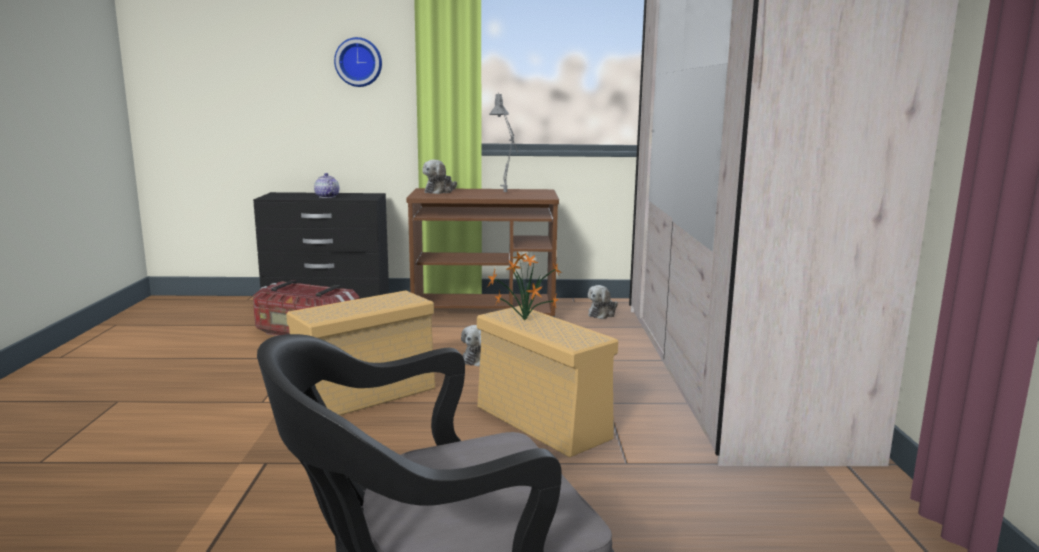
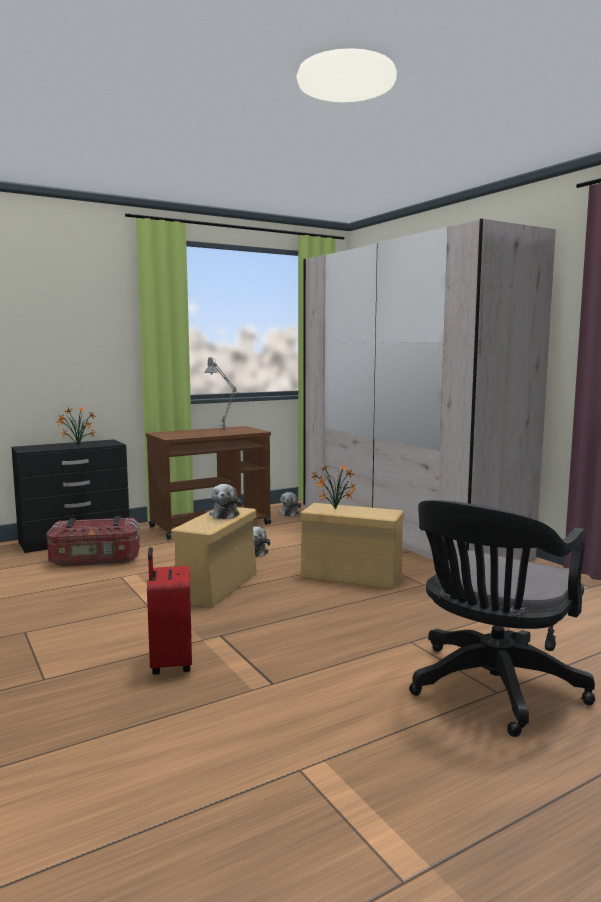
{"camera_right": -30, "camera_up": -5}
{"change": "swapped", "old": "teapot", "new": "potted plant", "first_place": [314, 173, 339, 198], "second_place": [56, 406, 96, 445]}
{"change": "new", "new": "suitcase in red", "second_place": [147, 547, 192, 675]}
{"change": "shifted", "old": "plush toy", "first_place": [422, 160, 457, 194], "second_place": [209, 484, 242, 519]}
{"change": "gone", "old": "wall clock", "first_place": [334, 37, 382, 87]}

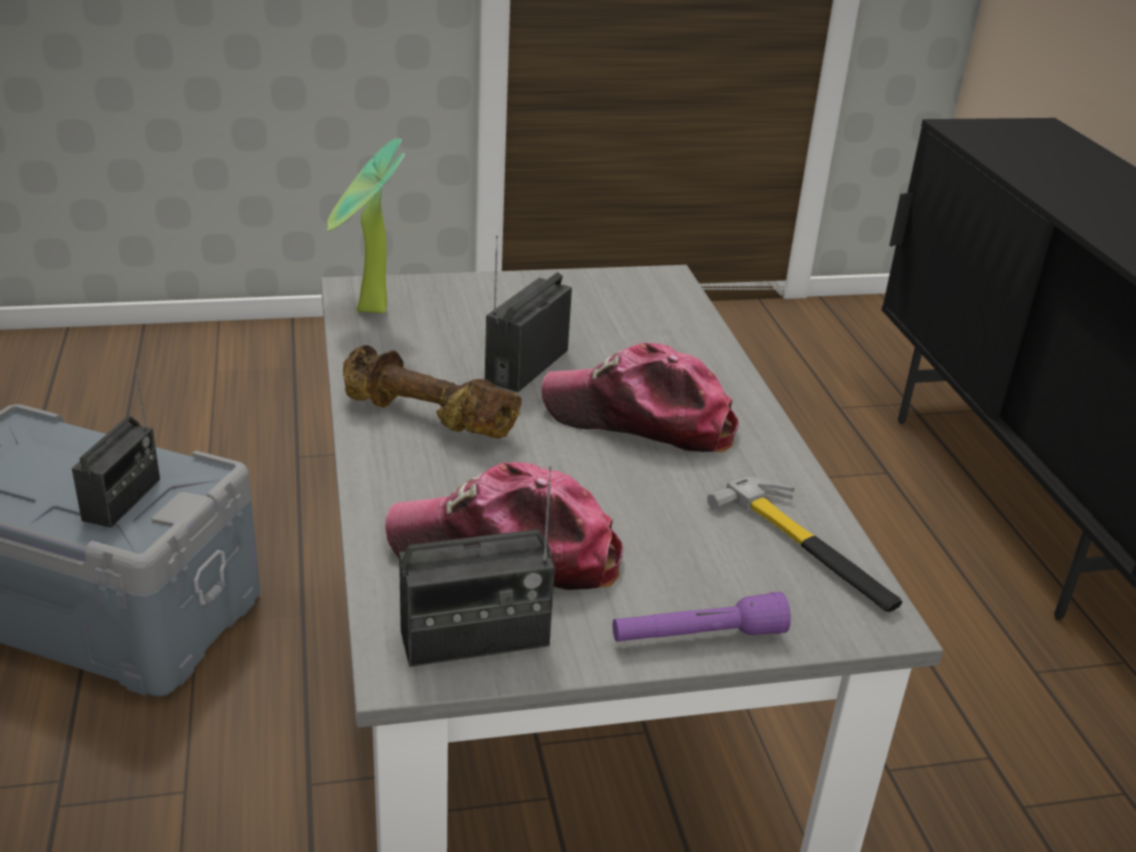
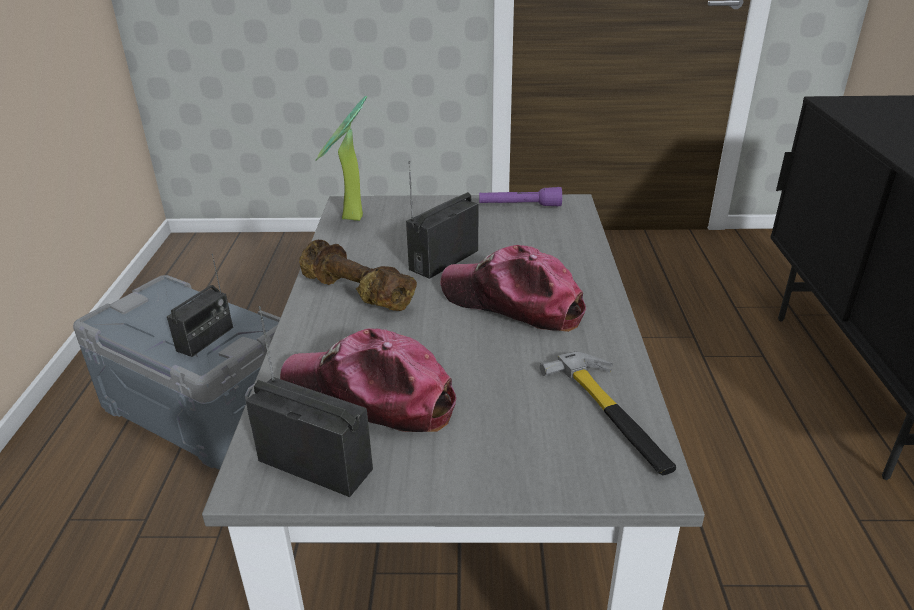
{"camera_right": 15, "camera_up": 0}
{"change": "rotated", "old": "radio", "first_place": [399, 466, 555, 667], "second_place": [246, 306, 373, 497], "degrees": -150}
{"change": "shifted", "old": "flashlight in purple", "first_place": [613, 592, 791, 642], "second_place": [479, 187, 562, 207]}

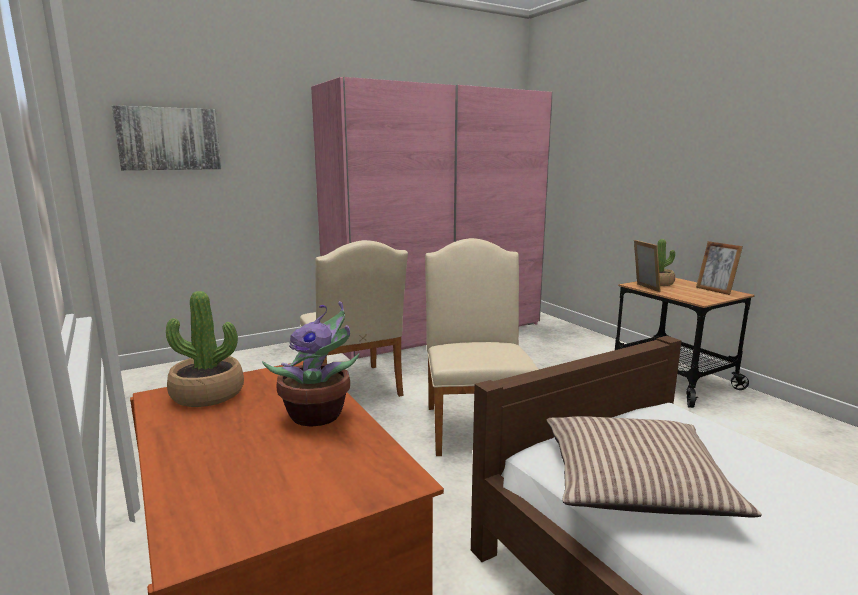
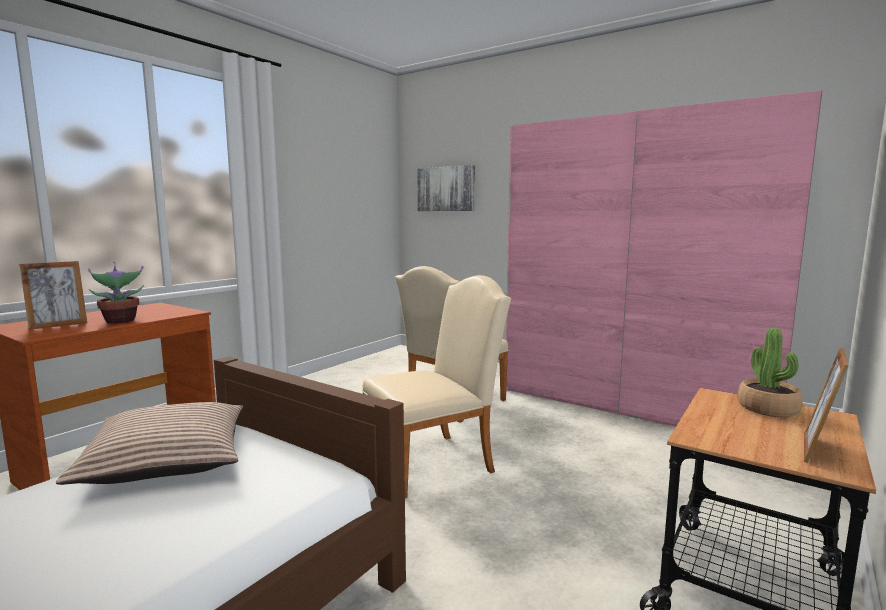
{"camera_right": 65, "camera_up": -5}
{"change": "shifted", "old": "picture frame", "first_place": [634, 240, 661, 292], "second_place": [19, 261, 87, 330]}
{"change": "gone", "old": "potted plant", "first_place": [166, 291, 244, 407]}

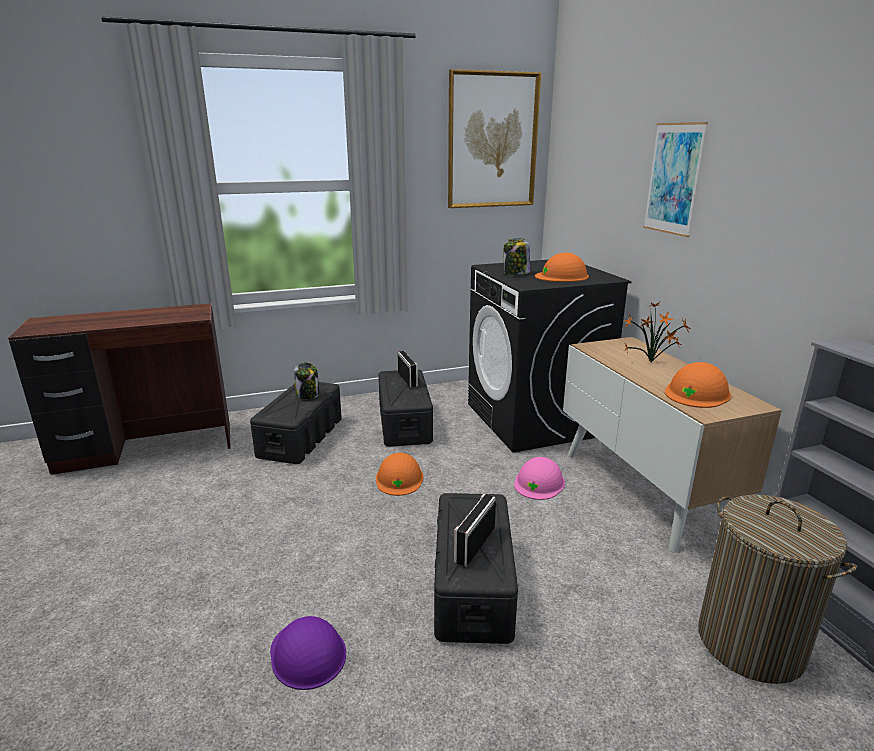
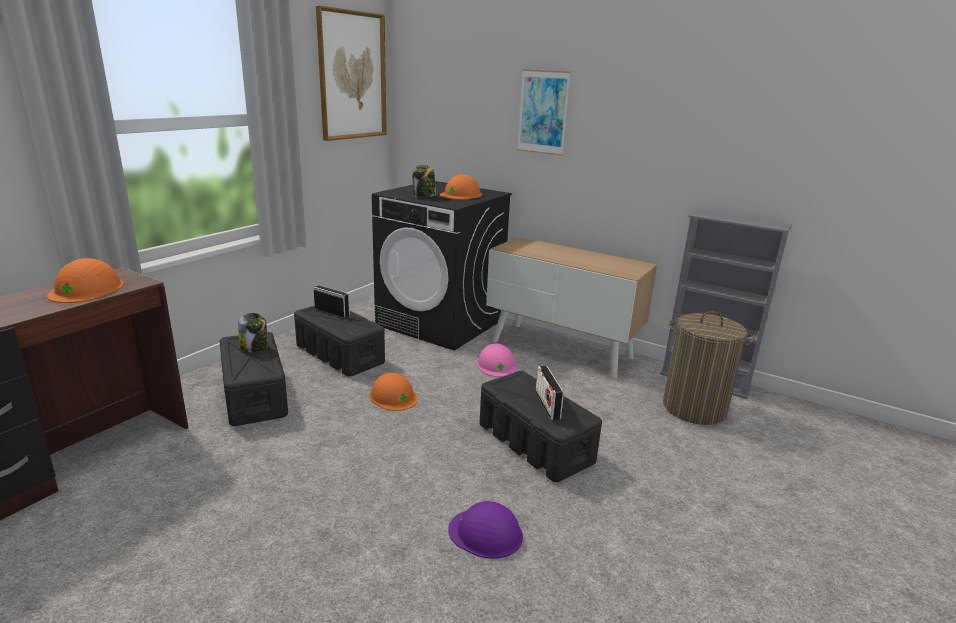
{"camera_right": -40, "camera_up": 0}
{"change": "shifted", "old": "hard hat in orange", "first_place": [665, 362, 731, 408], "second_place": [47, 258, 124, 303]}
{"change": "gone", "old": "potted plant", "first_place": [623, 302, 691, 362]}

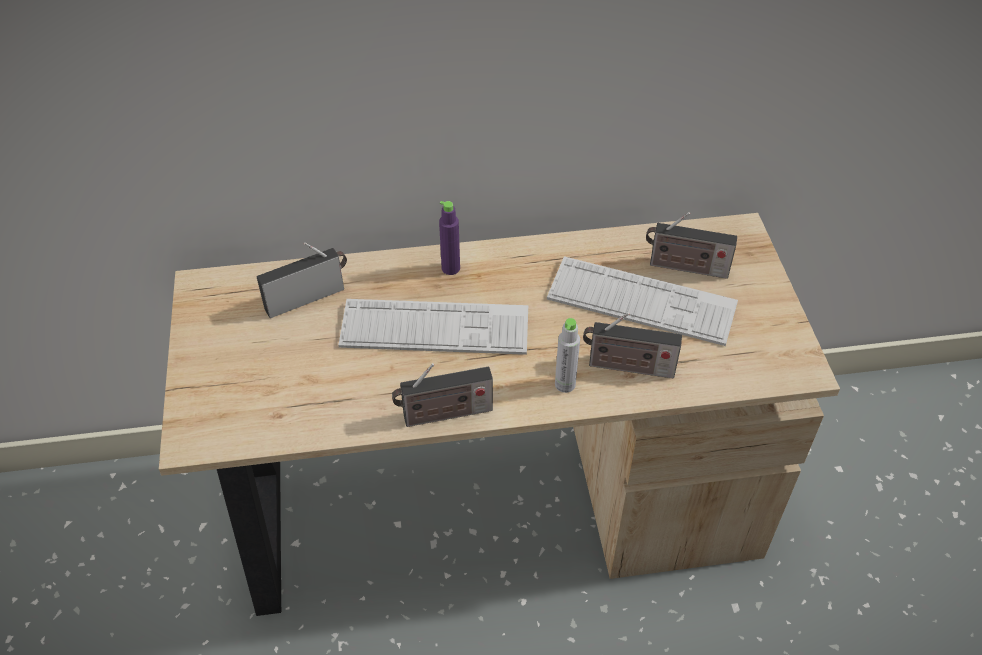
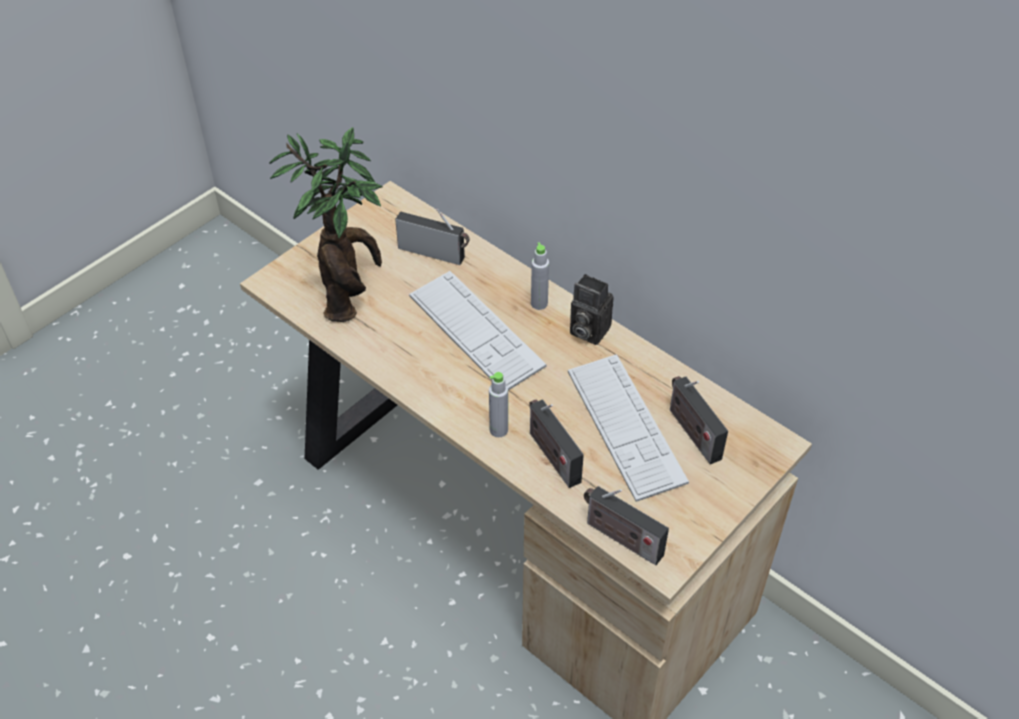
{"camera_right": 50, "camera_up": 0}
{"change": "new", "new": "potted plant", "second_place": [269, 127, 383, 322]}
{"change": "repainted", "old": "bottle in purple", "new": "bottle in grey", "first_place": [439, 201, 460, 275], "second_place": [531, 242, 549, 310]}
{"change": "new", "new": "photo camera", "second_place": [570, 274, 613, 345]}
{"change": "shifted", "old": "radio", "first_place": [392, 363, 493, 427], "second_place": [584, 486, 669, 565]}

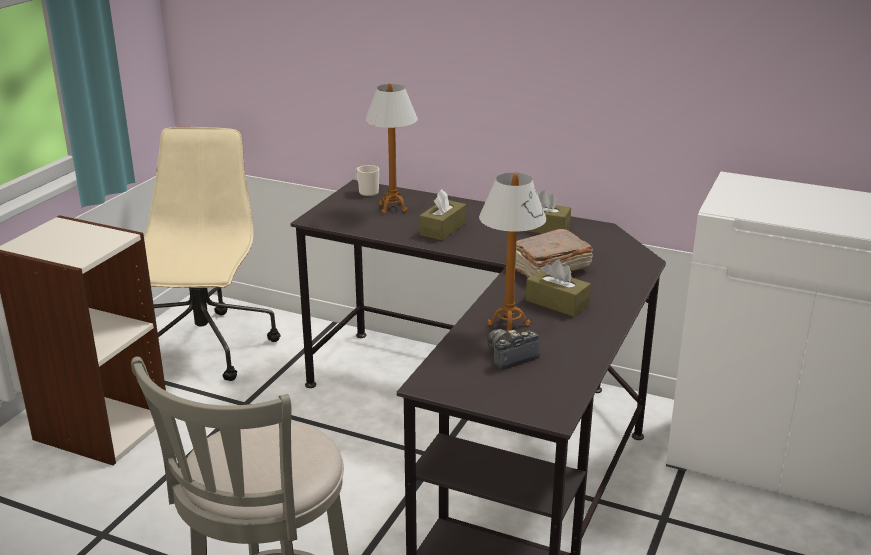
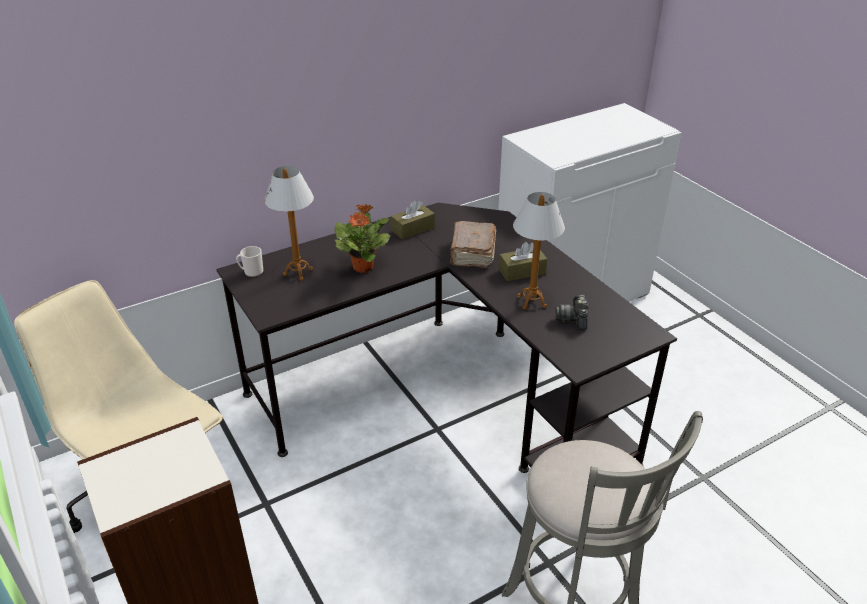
{"camera_right": -55, "camera_up": 10}
{"change": "swapped", "old": "tissue box in brown", "new": "potted plant", "first_place": [420, 190, 466, 240], "second_place": [335, 204, 390, 273]}

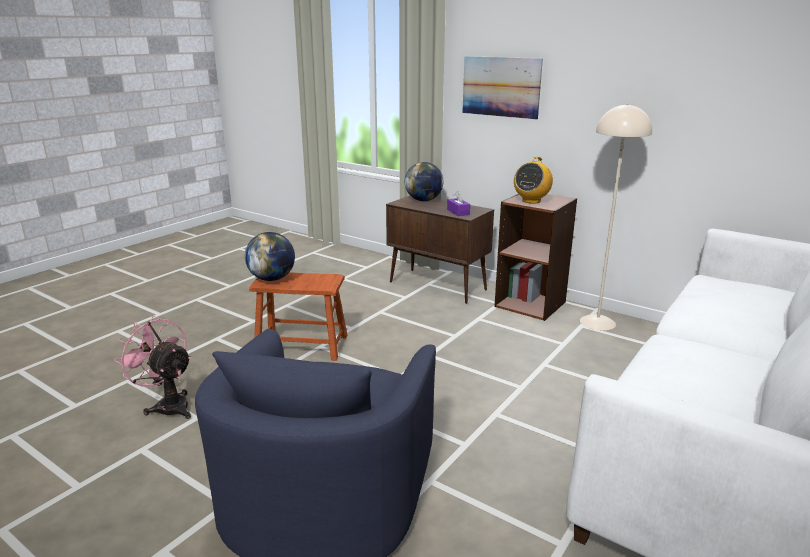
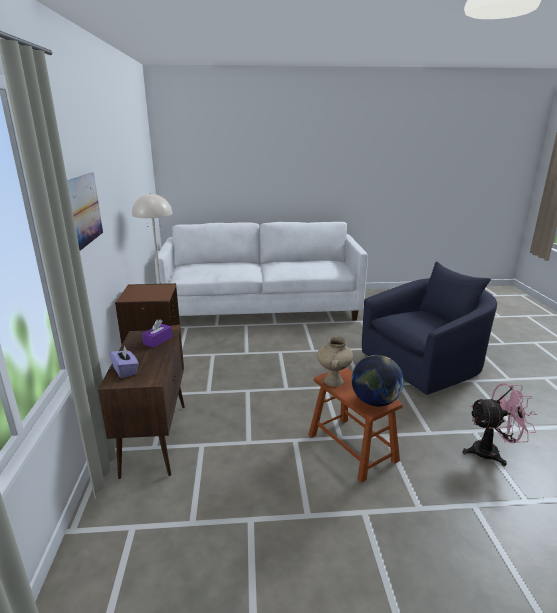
{"camera_right": -130, "camera_up": 0}
{"change": "swapped", "old": "globe", "new": "tissue box in purple", "first_place": [405, 162, 444, 201], "second_place": [109, 345, 139, 378]}
{"change": "new", "new": "vase in beige", "second_place": [317, 336, 353, 387]}
{"change": "rotated", "old": "fan in pink", "first_place": [114, 316, 191, 419], "second_place": [463, 383, 537, 466], "degrees": -90}
{"change": "gone", "old": "radio", "first_place": [514, 157, 553, 204]}

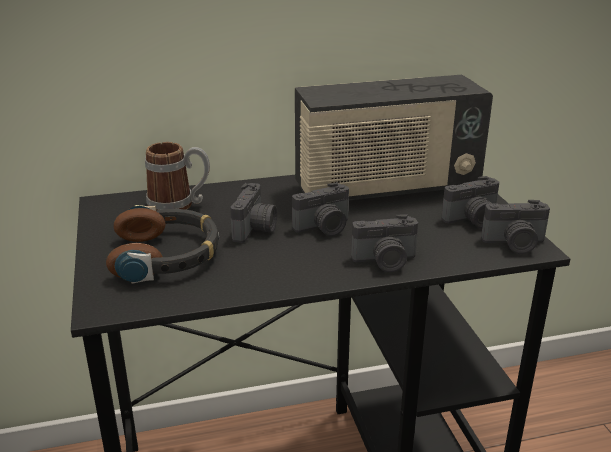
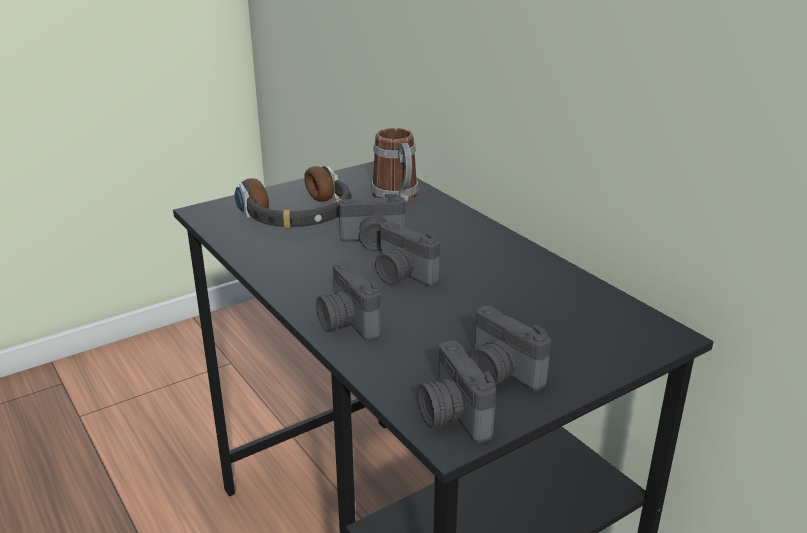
{"camera_right": 70, "camera_up": 0}
{"change": "gone", "old": "radio", "first_place": [295, 75, 493, 200]}

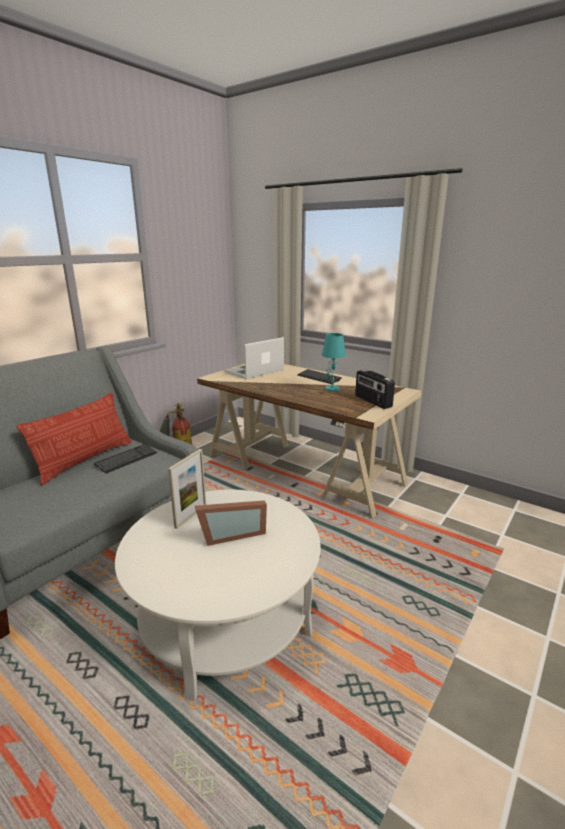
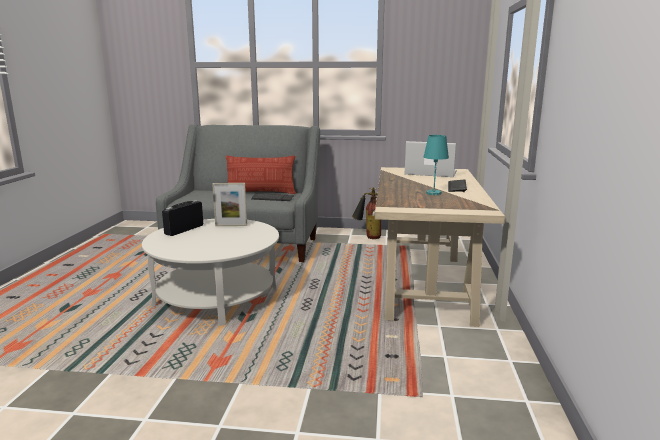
{"camera_right": 60, "camera_up": -5}
{"change": "shifted", "old": "radio", "first_place": [355, 370, 395, 409], "second_place": [162, 200, 203, 236]}
{"change": "gone", "old": "picture frame", "first_place": [195, 500, 267, 546]}

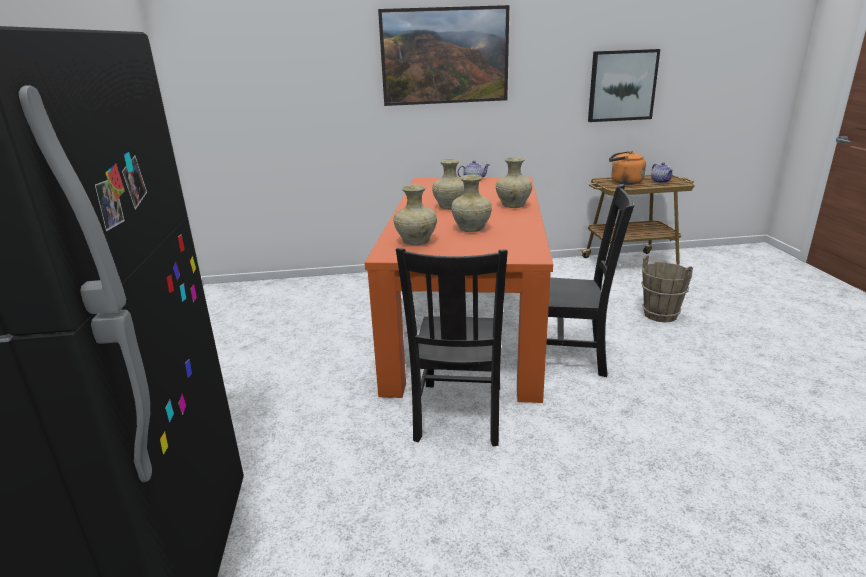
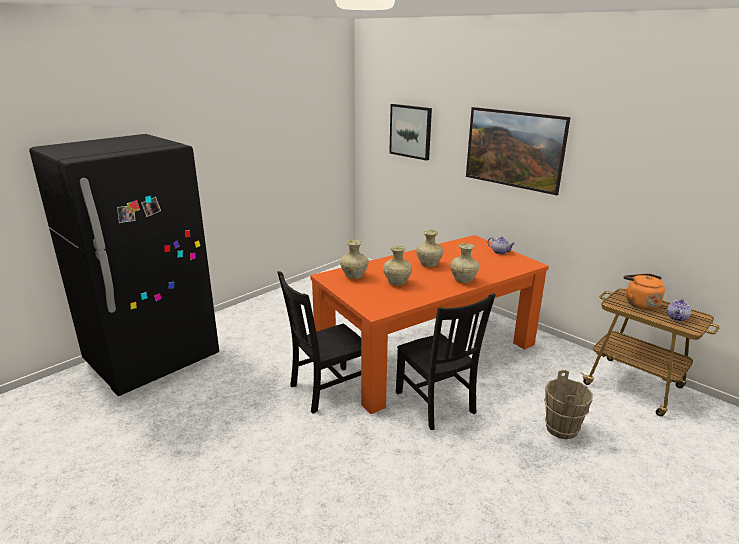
{"camera_right": 50, "camera_up": 0}
{"change": "shifted", "old": "picture", "first_place": [588, 49, 660, 122], "second_place": [389, 104, 432, 161]}

